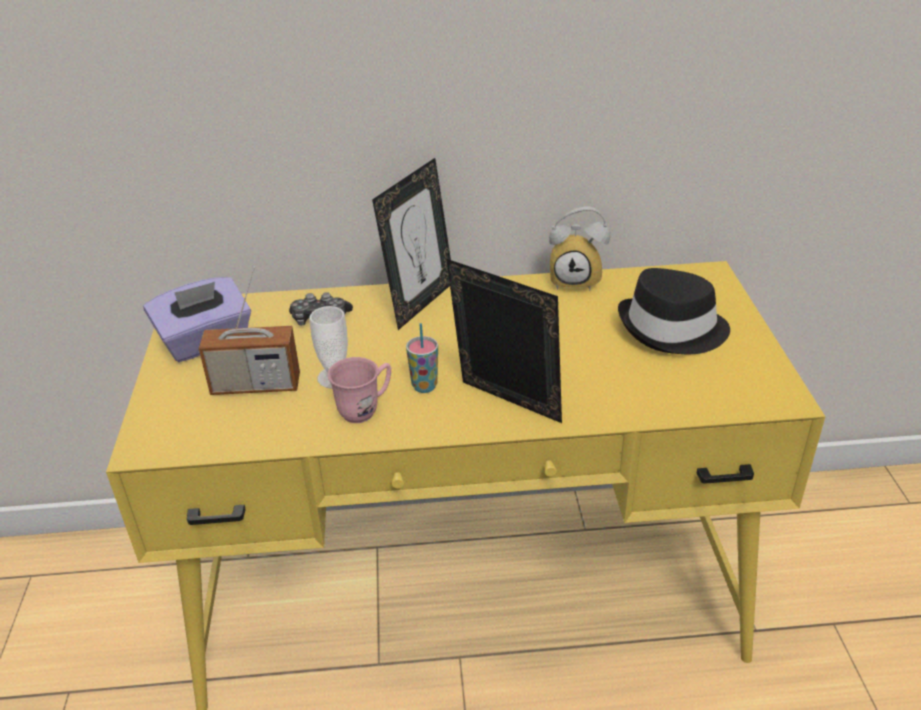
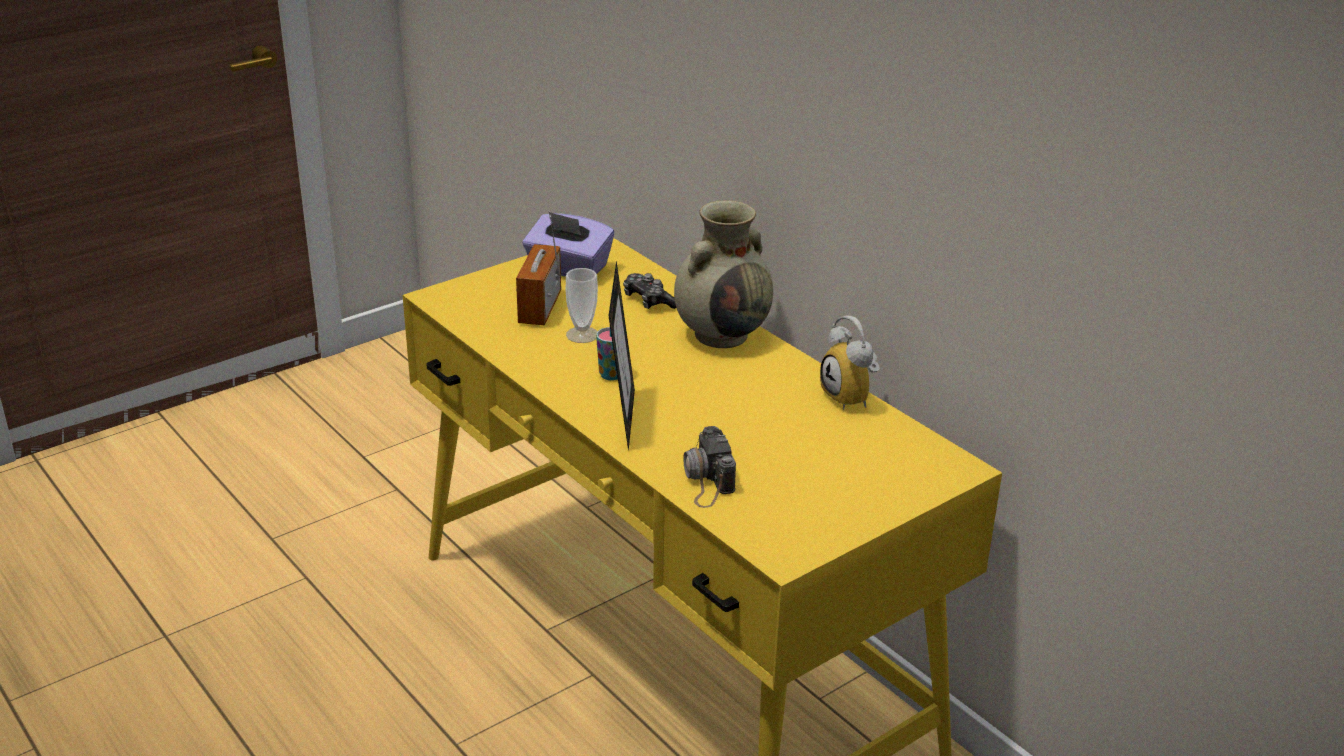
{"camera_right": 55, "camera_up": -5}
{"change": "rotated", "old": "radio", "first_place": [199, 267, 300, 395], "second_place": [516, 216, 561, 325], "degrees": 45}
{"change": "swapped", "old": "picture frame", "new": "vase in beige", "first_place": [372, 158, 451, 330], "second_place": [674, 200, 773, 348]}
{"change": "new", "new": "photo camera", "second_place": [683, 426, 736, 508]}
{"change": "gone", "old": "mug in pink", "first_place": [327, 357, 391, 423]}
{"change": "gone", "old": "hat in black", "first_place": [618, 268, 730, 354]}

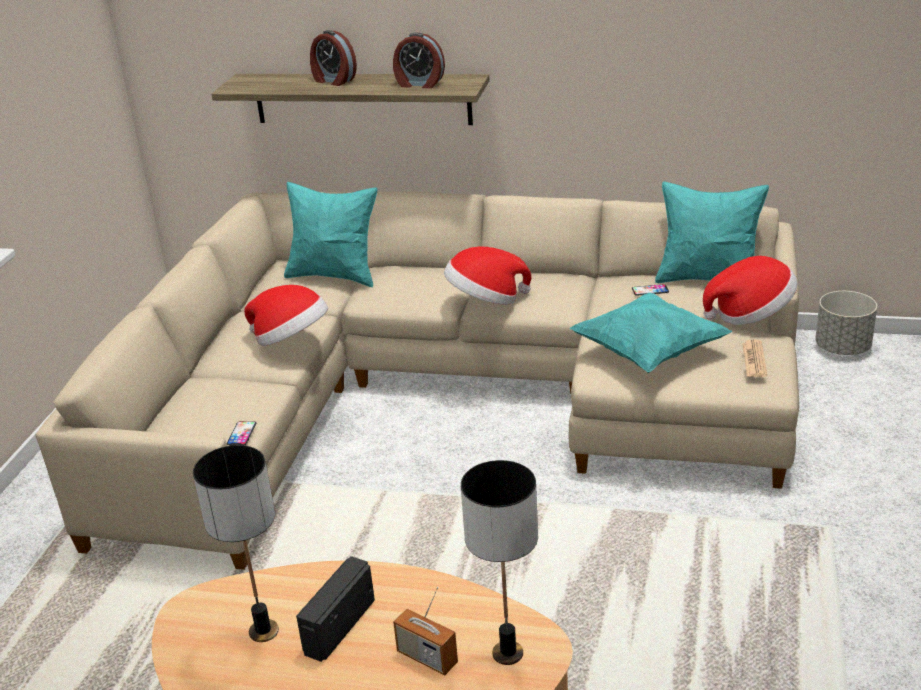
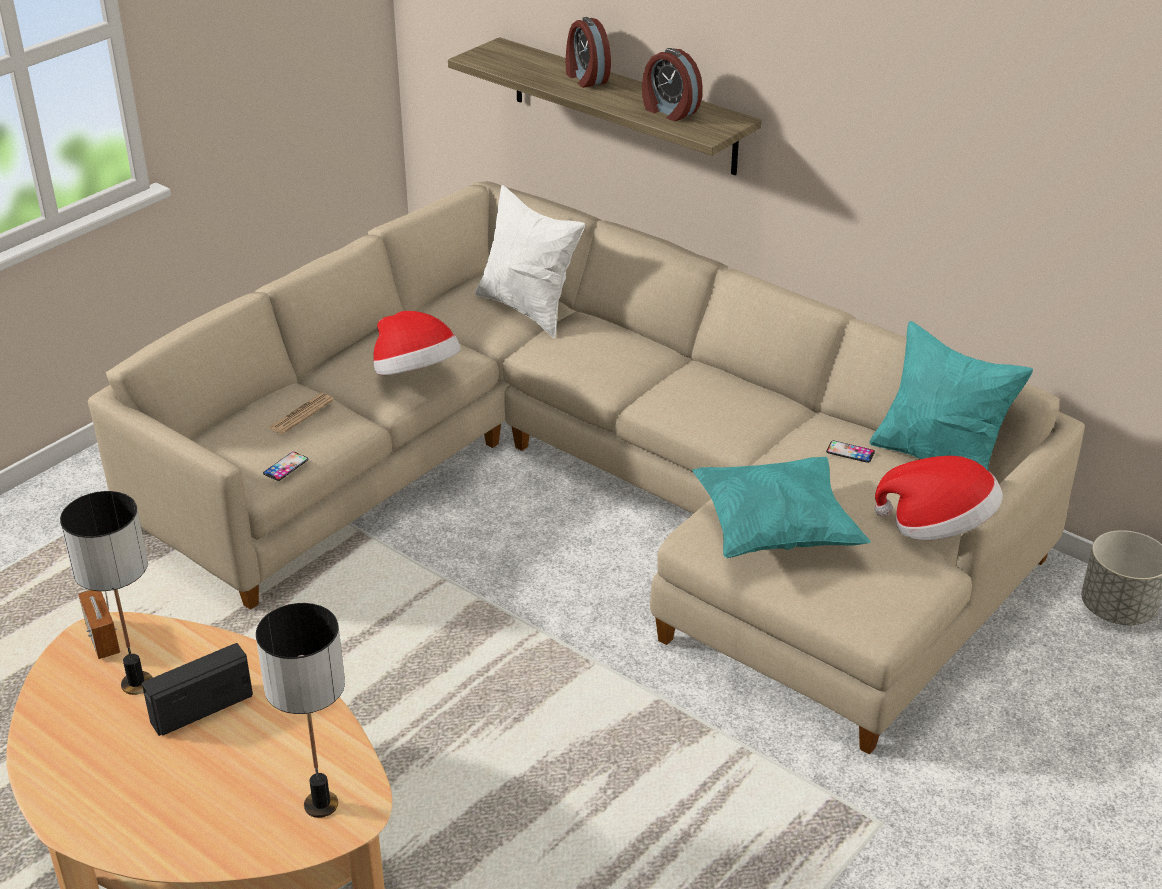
{"camera_right": 25, "camera_up": 5}
{"change": "shifted", "old": "radio", "first_place": [393, 587, 458, 675], "second_place": [78, 590, 120, 659]}
{"change": "shifted", "old": "newspaper", "first_place": [742, 339, 767, 377], "second_place": [268, 393, 334, 434]}
{"change": "repainted", "old": "pillow in turquoise", "new": "pillow in white", "first_place": [284, 182, 377, 287], "second_place": [475, 185, 585, 338]}
{"change": "gone", "old": "hat", "first_place": [444, 246, 531, 305]}

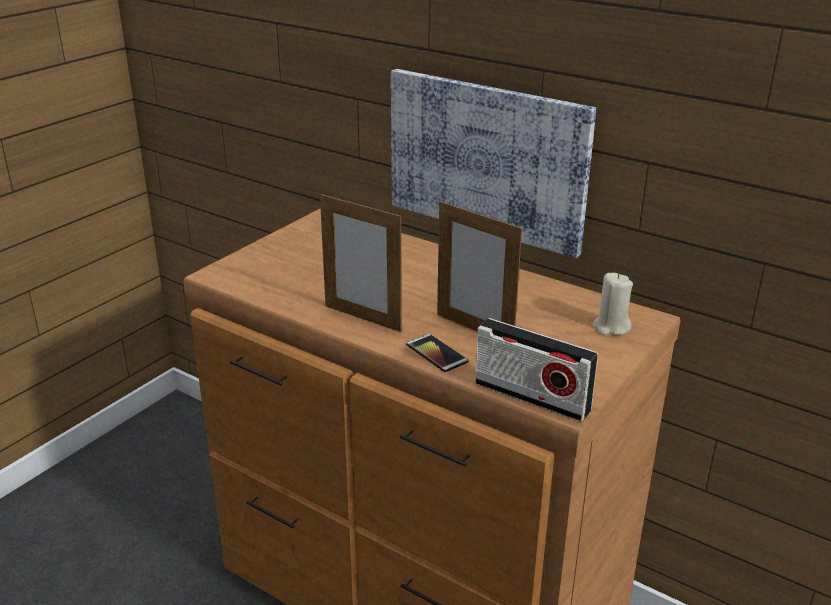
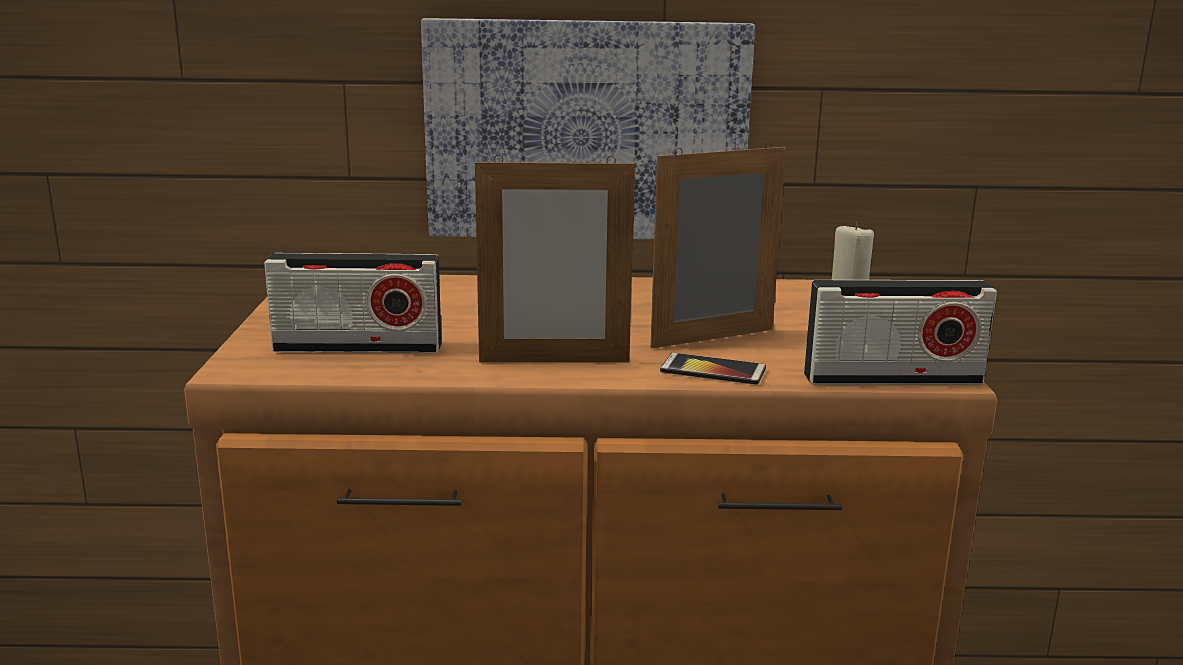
{"camera_right": -35, "camera_up": -10}
{"change": "new", "new": "radio", "second_place": [264, 253, 442, 353]}
{"change": "rotated", "old": "picture frame", "first_place": [437, 201, 522, 331], "second_place": [650, 142, 786, 348], "degrees": 150}

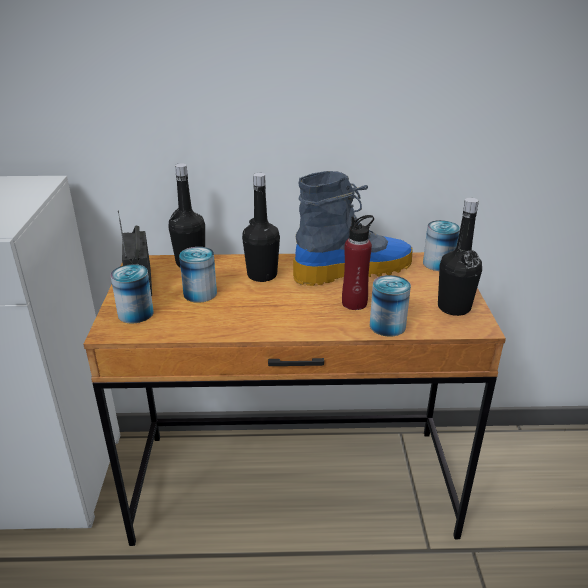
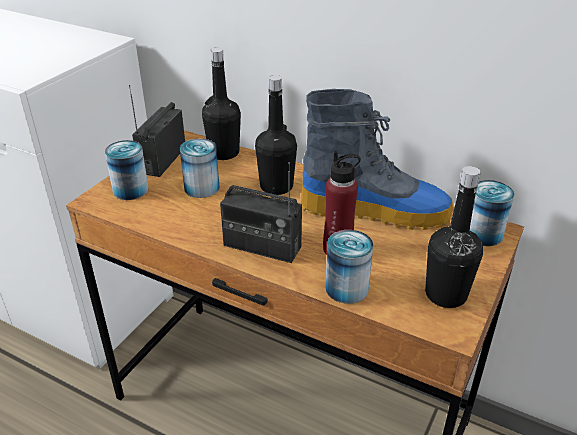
{"camera_right": 30, "camera_up": 5}
{"change": "new", "new": "radio", "second_place": [220, 162, 302, 263]}

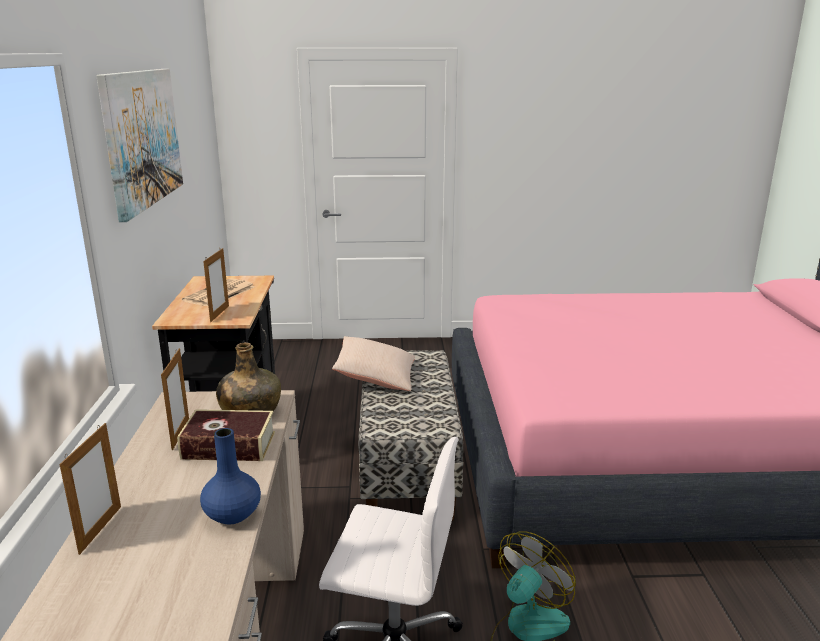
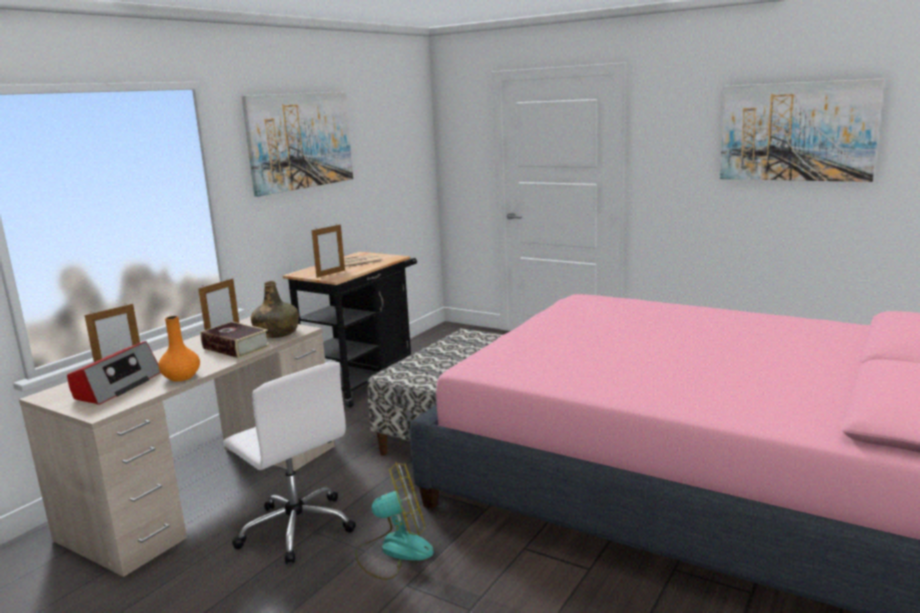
{"camera_right": 35, "camera_up": -5}
{"change": "new", "new": "radio", "second_place": [67, 341, 161, 405]}
{"change": "repainted", "old": "vase in blue", "new": "vase in orange", "first_place": [200, 428, 261, 525], "second_place": [158, 316, 200, 382]}
{"change": "new", "new": "picture", "second_place": [720, 79, 884, 182]}
{"change": "gone", "old": "pillow in beige", "first_place": [332, 336, 415, 391]}

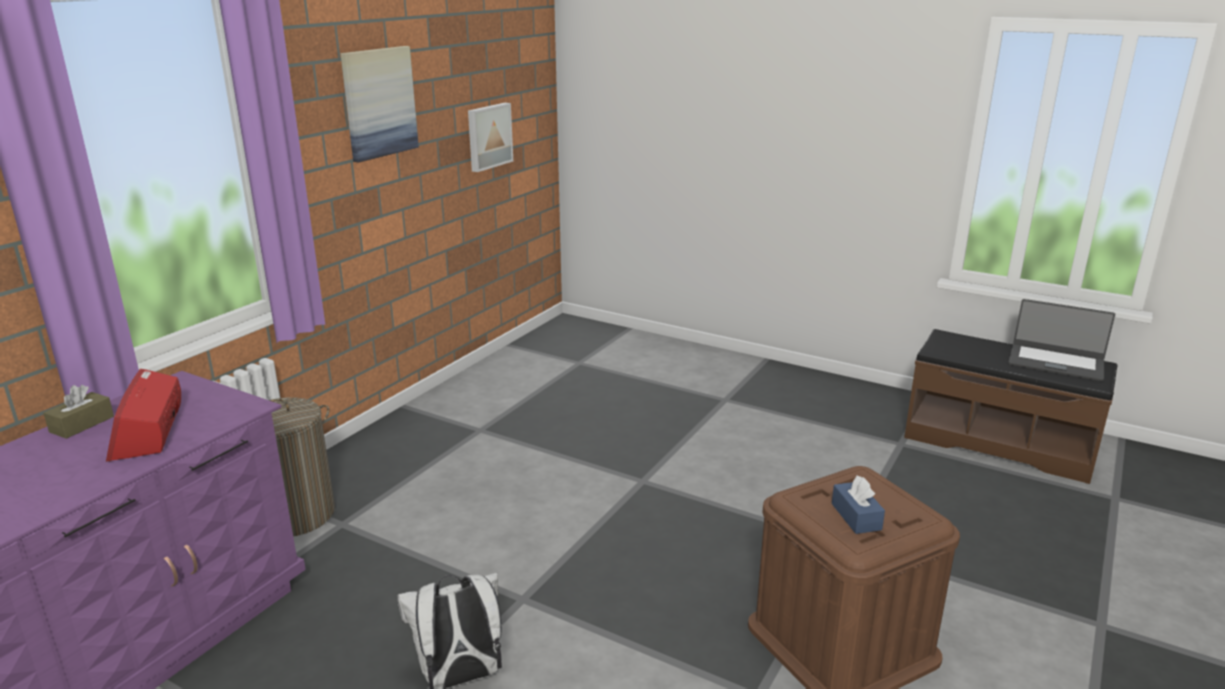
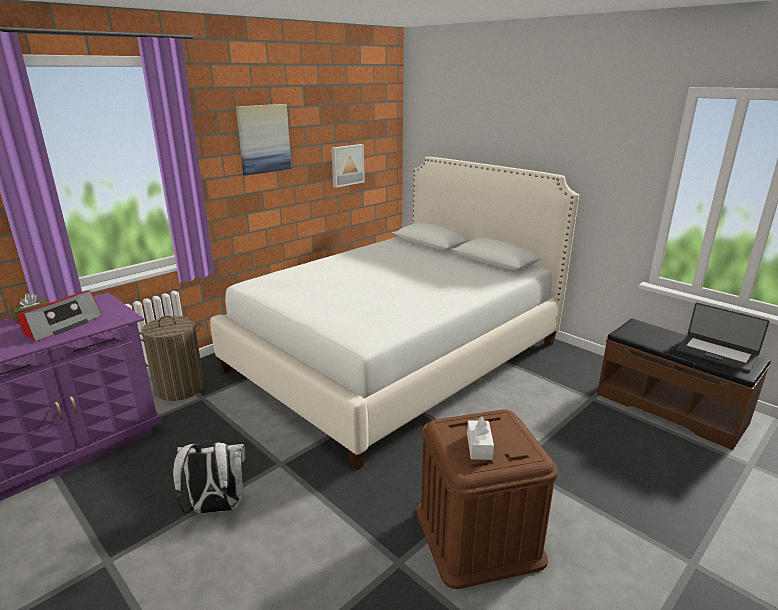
{"camera_right": 15, "camera_up": 0}
{"change": "rotated", "old": "radio", "first_place": [106, 369, 181, 462], "second_place": [17, 290, 102, 342], "degrees": -150}
{"change": "new", "new": "bed in white", "second_place": [210, 157, 579, 470]}
{"change": "repainted", "old": "tissue box in blue", "new": "tissue box in white", "first_place": [832, 475, 885, 534], "second_place": [467, 416, 494, 460]}

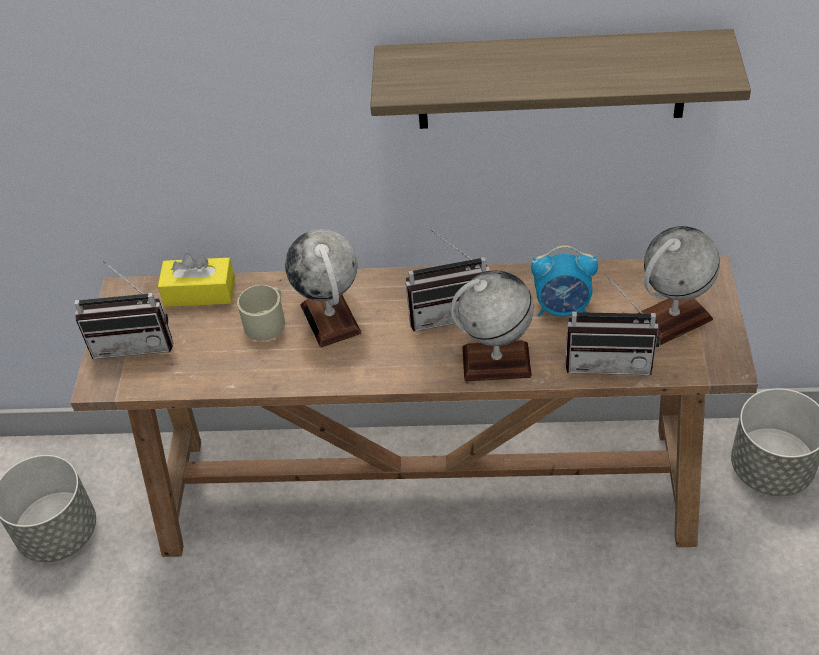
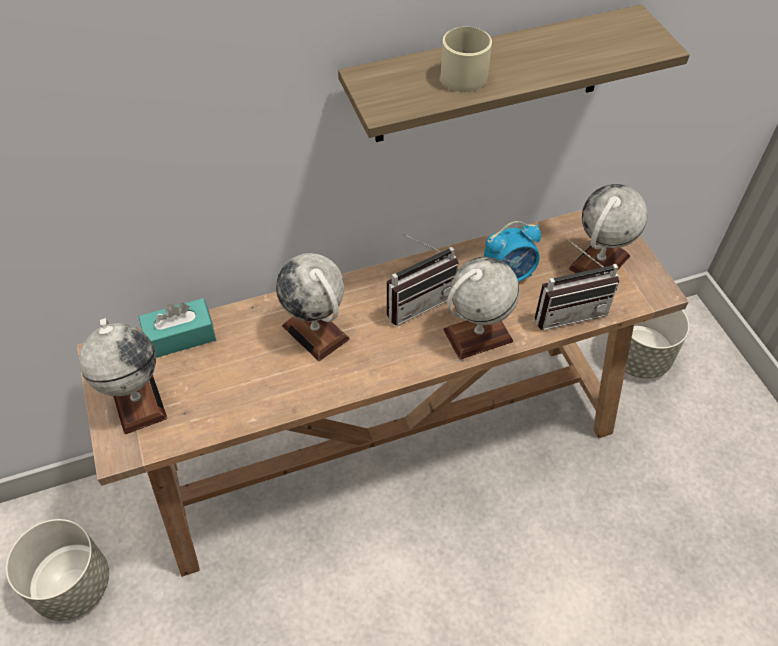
{"camera_right": -25, "camera_up": 5}
{"change": "swapped", "old": "radio", "new": "globe", "first_place": [75, 261, 173, 359], "second_place": [79, 318, 167, 434]}
{"change": "repainted", "old": "tissue box in yellow", "new": "tissue box in turquoise", "first_place": [158, 253, 235, 307], "second_place": [139, 298, 216, 358]}
{"change": "shifted", "old": "mug in beige", "first_place": [237, 285, 285, 341], "second_place": [441, 27, 492, 92]}

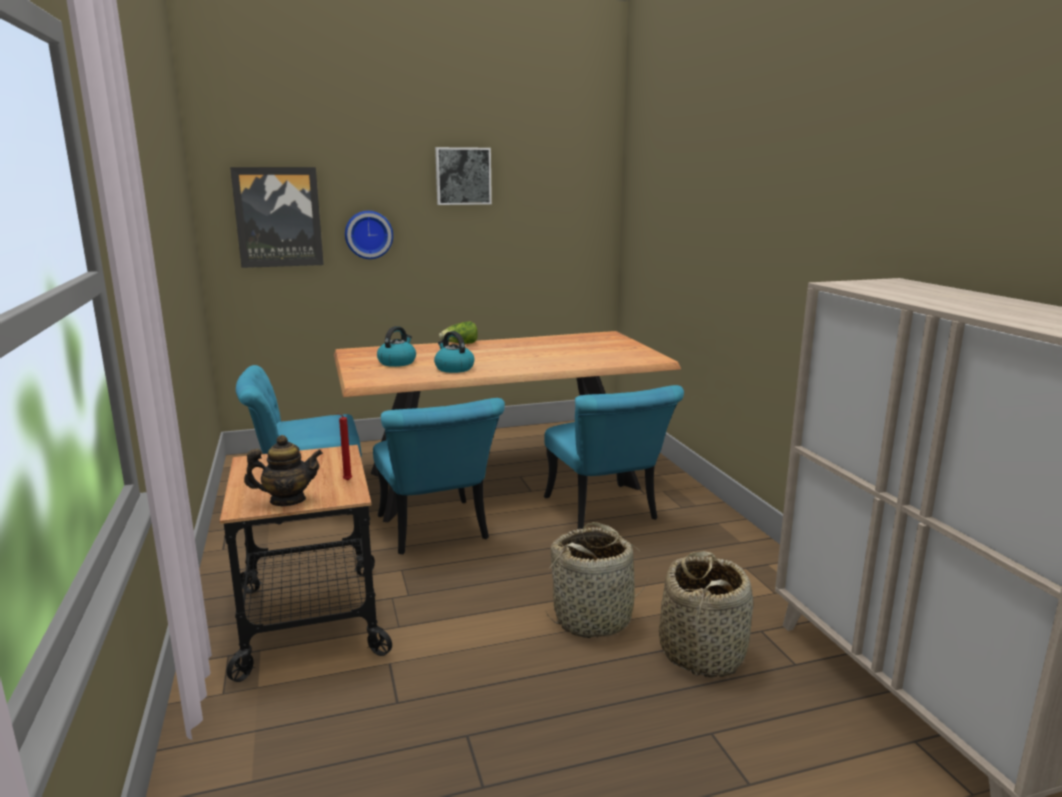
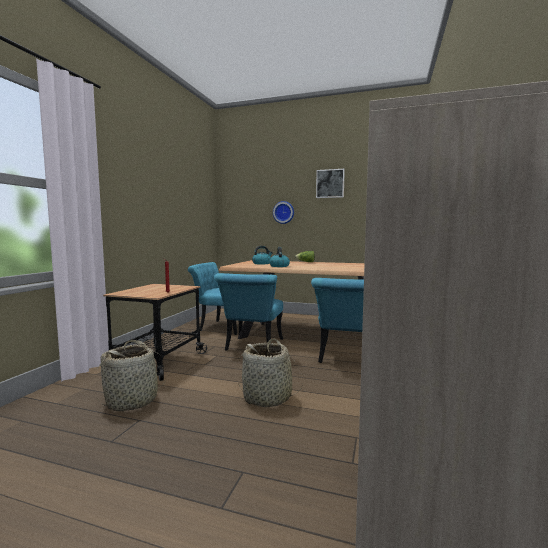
{"camera_right": 35, "camera_up": -10}
{"change": "shifted", "old": "basket", "first_place": [659, 551, 754, 677], "second_place": [97, 340, 169, 411]}
{"change": "gone", "old": "picture", "first_place": [230, 167, 324, 268]}
{"change": "gone", "old": "teapot", "first_place": [244, 435, 323, 506]}

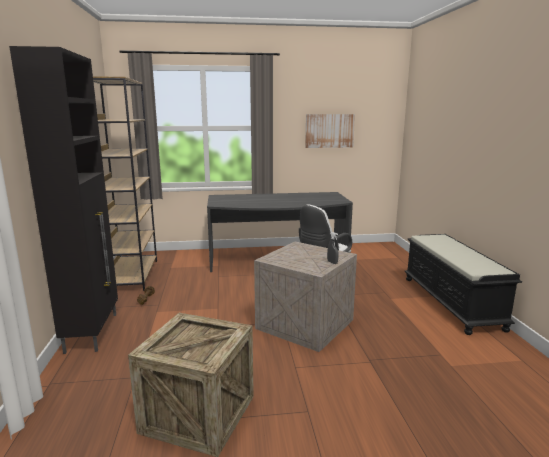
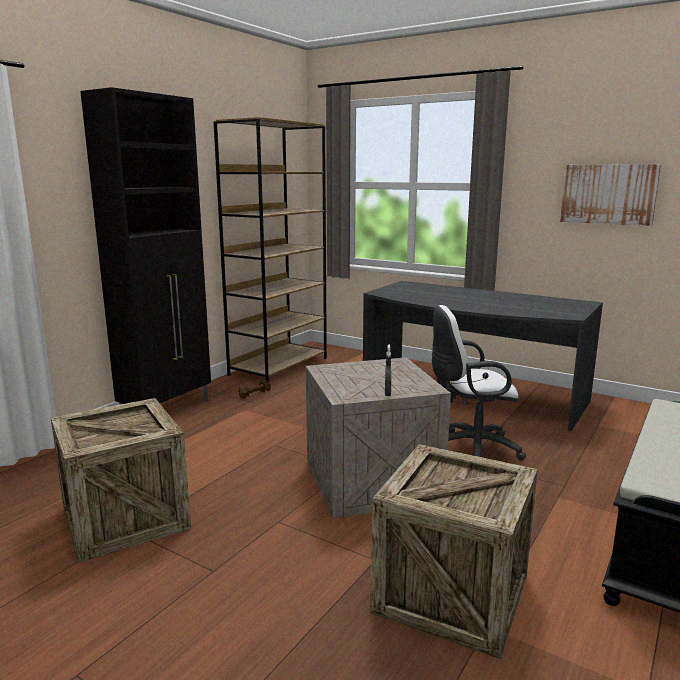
{"camera_right": 40, "camera_up": 0}
{"change": "new", "new": "crate", "second_place": [370, 444, 538, 659]}

